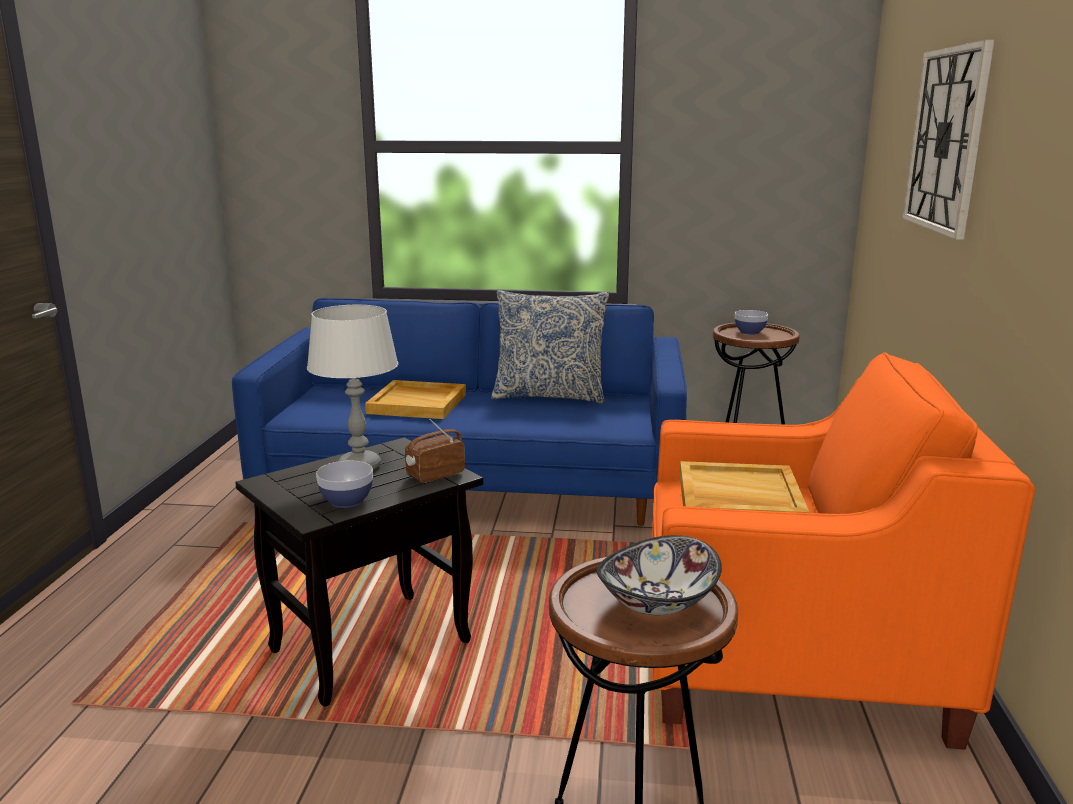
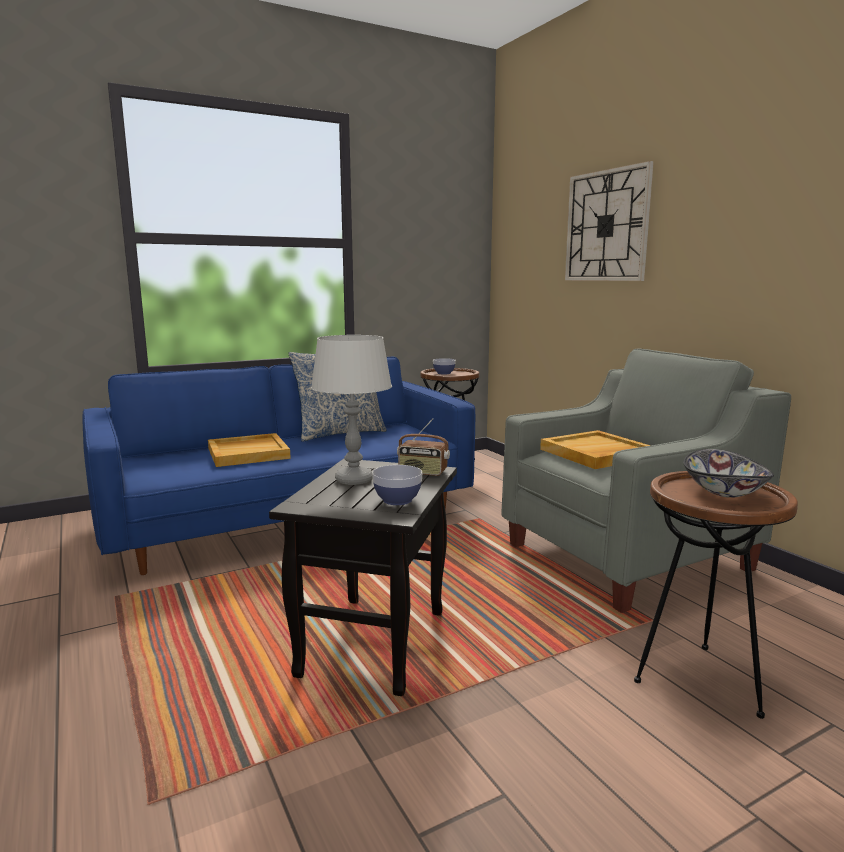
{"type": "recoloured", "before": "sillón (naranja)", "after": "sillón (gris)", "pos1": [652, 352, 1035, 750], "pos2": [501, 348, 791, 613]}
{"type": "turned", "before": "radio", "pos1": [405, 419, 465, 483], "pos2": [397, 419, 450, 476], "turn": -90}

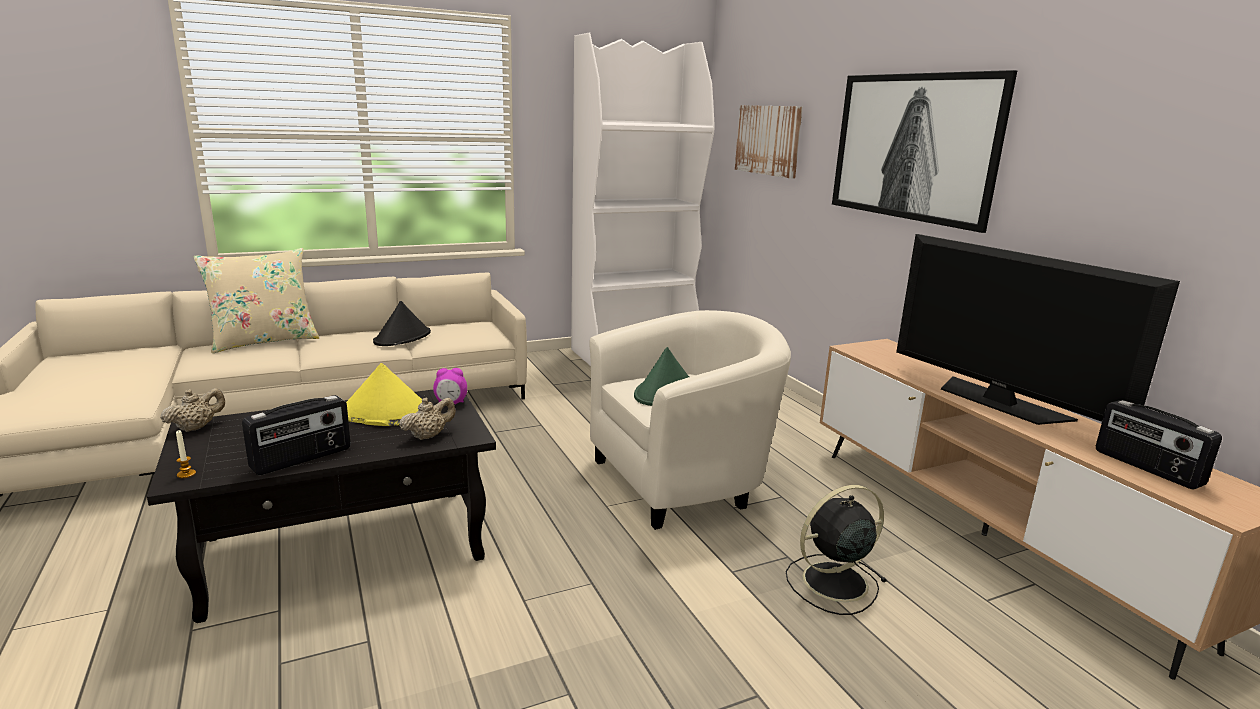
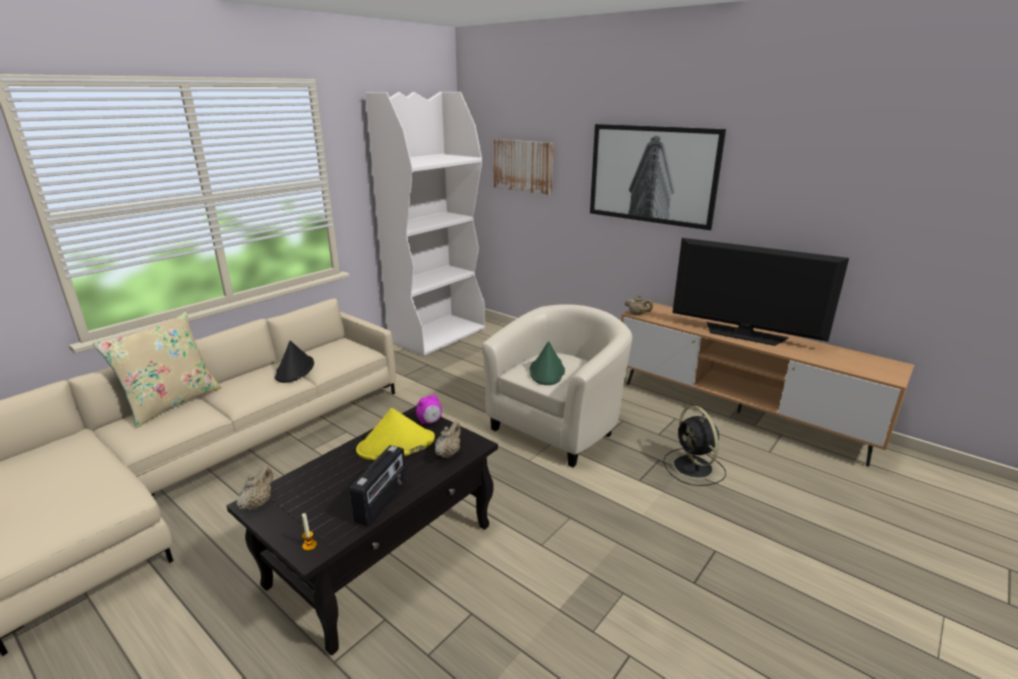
{"type": "removed", "before": "radio", "pos1": [1096, 400, 1222, 490]}
{"type": "added", "after": "tetera (beis)", "pos2": [625, 295, 653, 315]}
{"type": "turned", "before": "ventilador (negro)", "pos1": [786, 485, 886, 615], "pos2": [663, 405, 726, 486], "turn": -60}

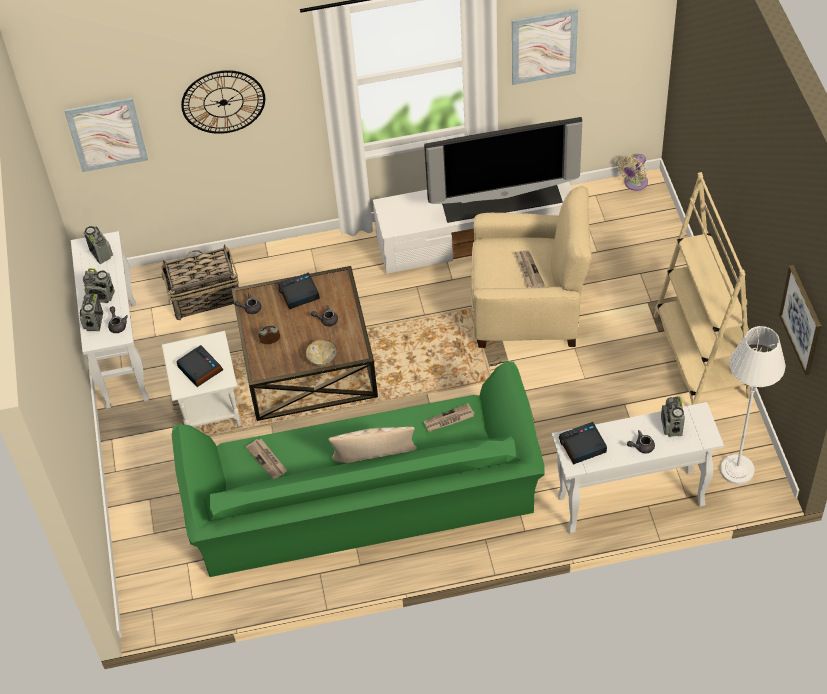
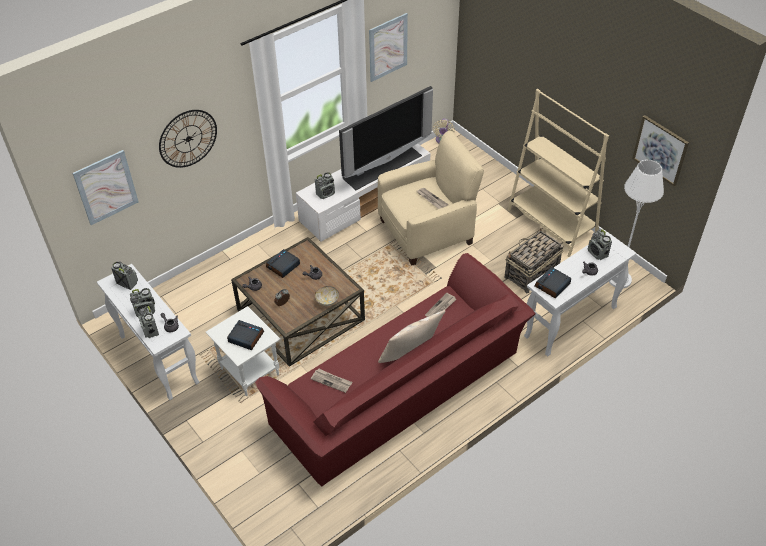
{"type": "added", "after": "radio", "pos2": [315, 172, 335, 199]}
{"type": "moved", "before": "cesta", "pos1": [161, 244, 239, 320], "pos2": [505, 228, 564, 293]}
{"type": "recoloured", "before": "sofá (verde)", "after": "sofá (rojo)", "pos1": [172, 361, 545, 577], "pos2": [255, 253, 535, 486]}

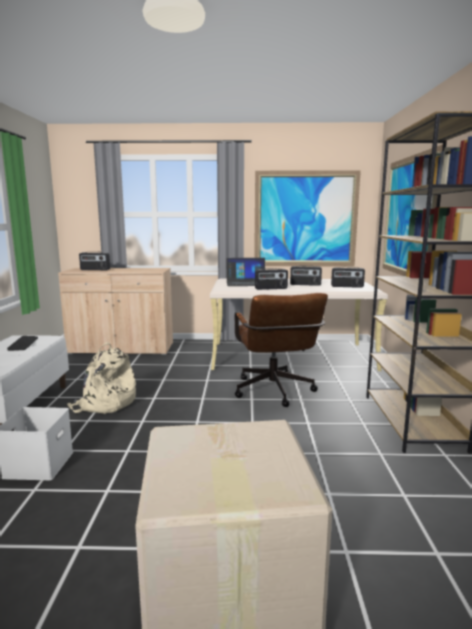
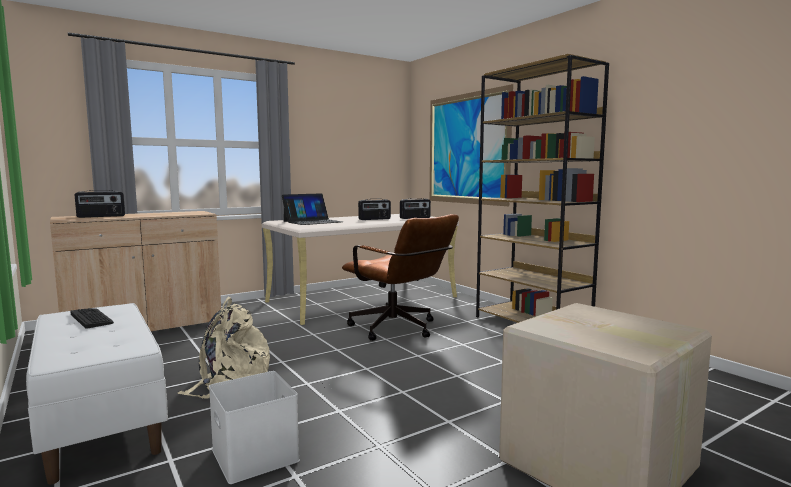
{"type": "removed", "before": "cuadro", "pos1": [254, 170, 361, 267]}
{"type": "removed", "before": "radio", "pos1": [255, 268, 288, 290]}

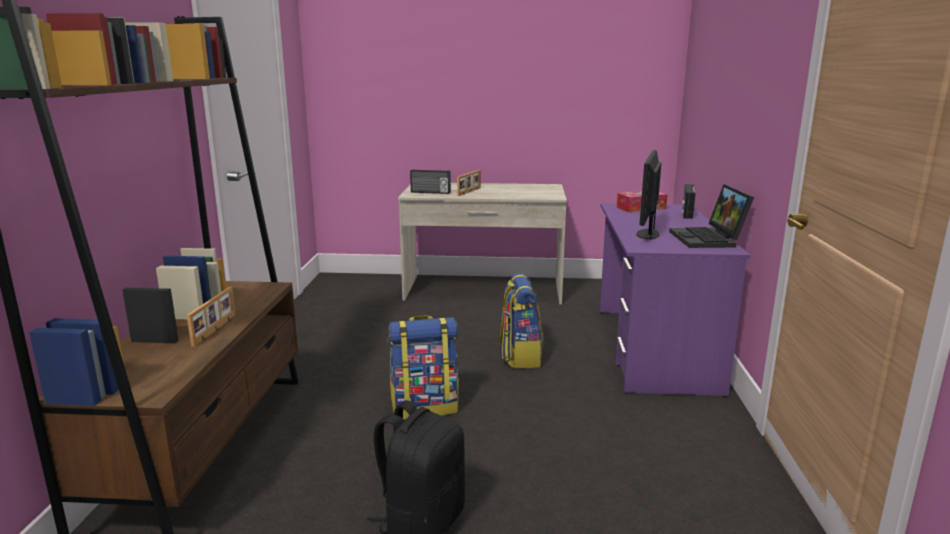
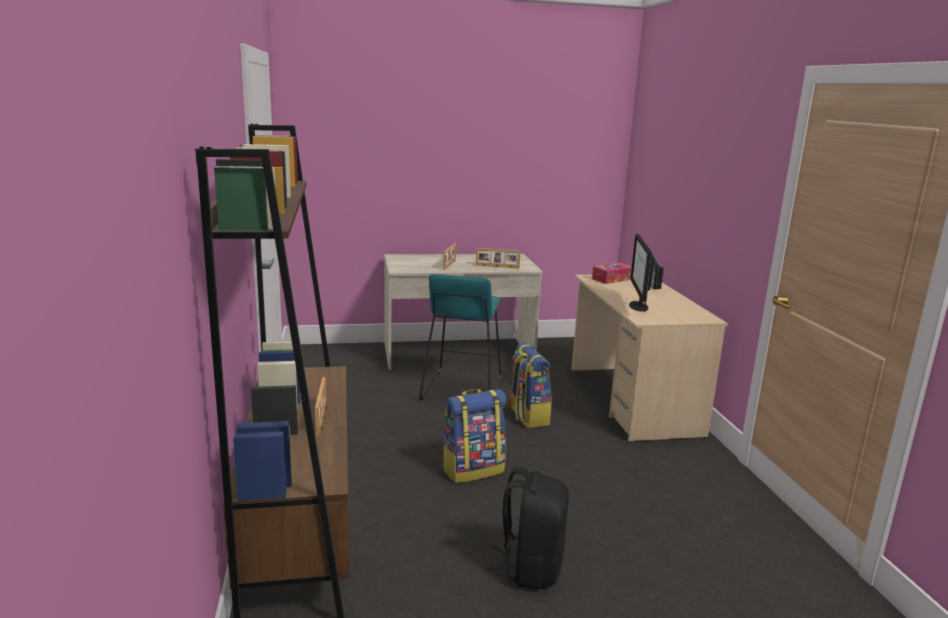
{"type": "removed", "before": "radio", "pos1": [410, 169, 451, 194]}
{"type": "removed", "before": "portátil", "pos1": [669, 184, 754, 248]}
{"type": "added", "after": "taburete (turquesa)", "pos2": [419, 274, 502, 400]}
{"type": "added", "after": "portarretratos", "pos2": [476, 248, 520, 268]}
{"type": "recoloured", "before": "escritorio (morado)", "after": "escritorio (beis)", "pos1": [600, 203, 750, 397], "pos2": [572, 275, 728, 442]}

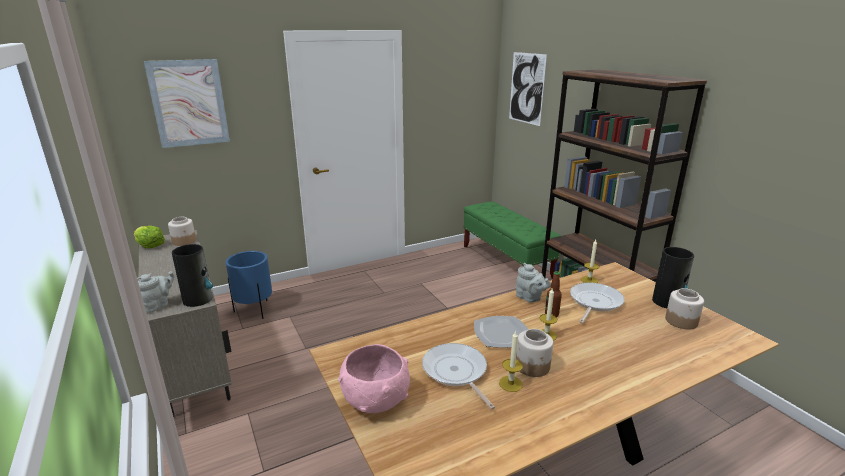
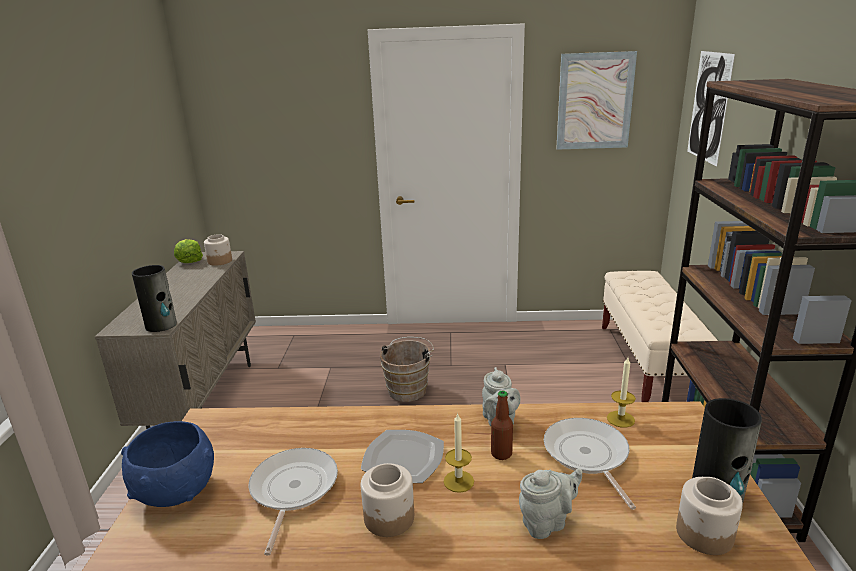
{"type": "removed", "before": "maceta (azul)", "pos1": [226, 251, 272, 319]}
{"type": "removed", "before": "vela", "pos1": [499, 331, 523, 392]}
{"type": "added", "after": "cubo (marrón)", "pos2": [380, 337, 434, 402]}
{"type": "moved", "before": "tetera (gris)", "pos1": [137, 271, 174, 313], "pos2": [519, 468, 582, 539]}
{"type": "moved", "before": "cuadro", "pos1": [144, 59, 230, 148], "pos2": [556, 51, 637, 150]}
{"type": "recoloured", "before": "cuenco (rosa)", "after": "cuenco (azul)", "pos1": [338, 344, 410, 413], "pos2": [121, 421, 214, 507]}
{"type": "recoloured", "before": "banco (verde)", "after": "banco (beis)", "pos1": [463, 202, 561, 279], "pos2": [602, 271, 718, 402]}
{"type": "turned", "before": "sartén", "pos1": [570, 282, 625, 324], "pos2": [544, 418, 636, 510], "turn": -75}

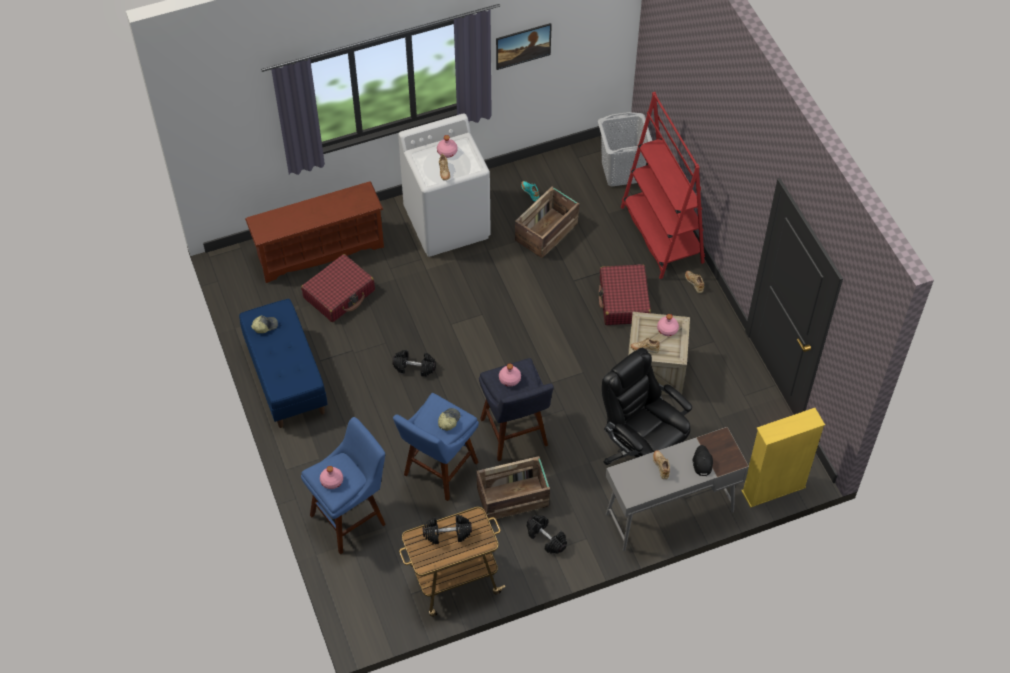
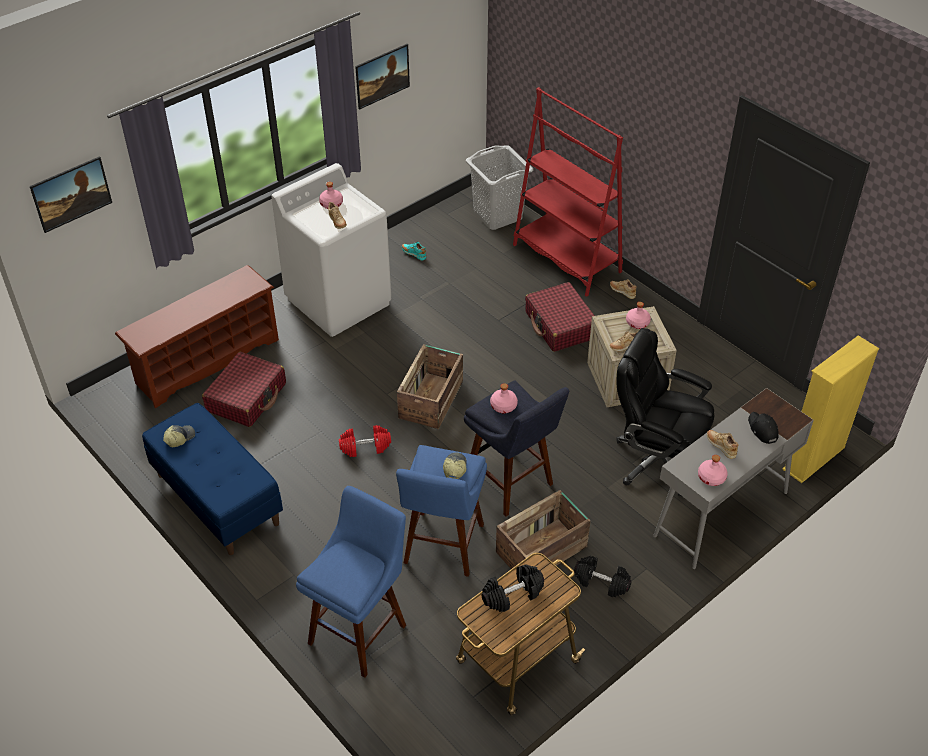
{"type": "added", "after": "cuadro", "pos2": [30, 156, 112, 233]}
{"type": "moved", "before": "botella (rosa)", "pos1": [320, 466, 343, 489], "pos2": [698, 455, 728, 486]}
{"type": "moved", "before": "caja de embalaje", "pos1": [515, 187, 579, 258], "pos2": [397, 344, 463, 429]}
{"type": "recoloured", "before": "mancuerna (negro)", "after": "mancuerna (rojo)", "pos1": [392, 350, 436, 377], "pos2": [339, 425, 391, 457]}

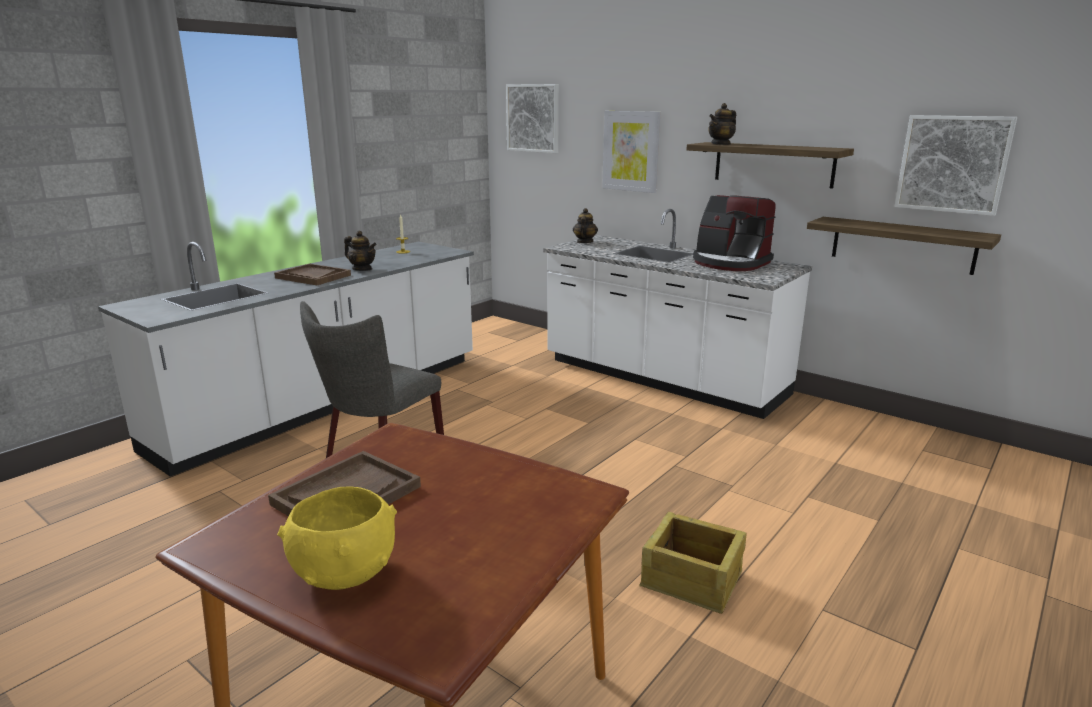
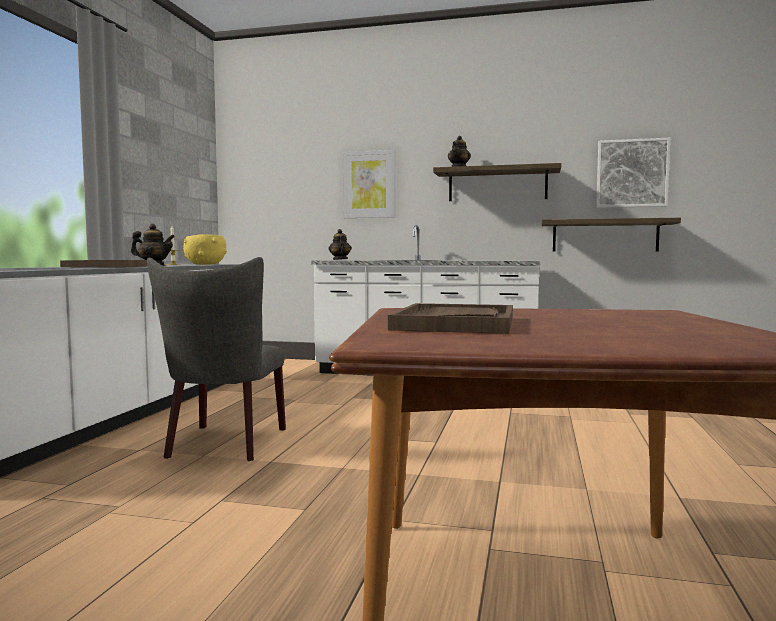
{"type": "removed", "before": "cuadro", "pos1": [506, 84, 559, 153]}
{"type": "removed", "before": "caja de embalaje", "pos1": [639, 512, 746, 614]}
{"type": "removed", "before": "cafetera", "pos1": [693, 195, 776, 271]}
{"type": "moved", "before": "cuenco (amarillo)", "pos1": [277, 486, 397, 590], "pos2": [183, 234, 227, 265]}

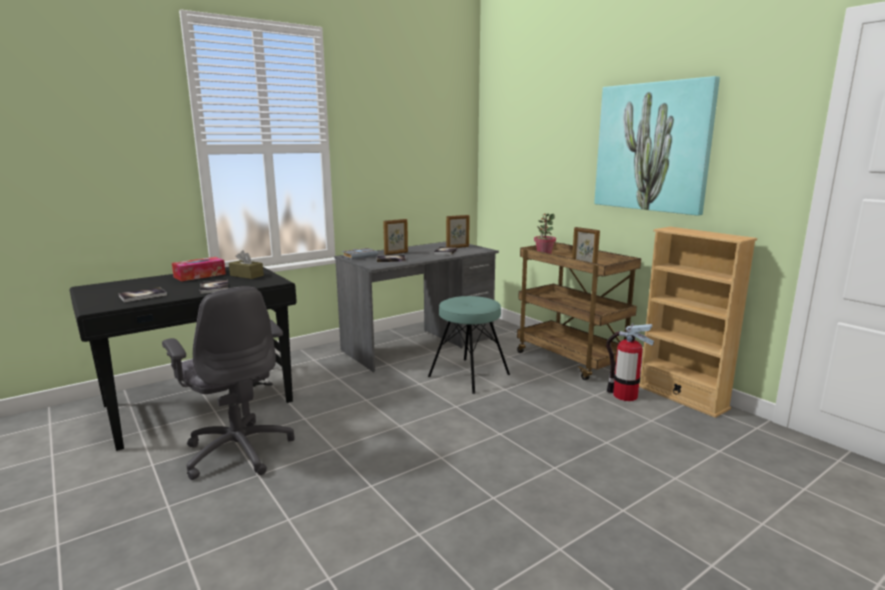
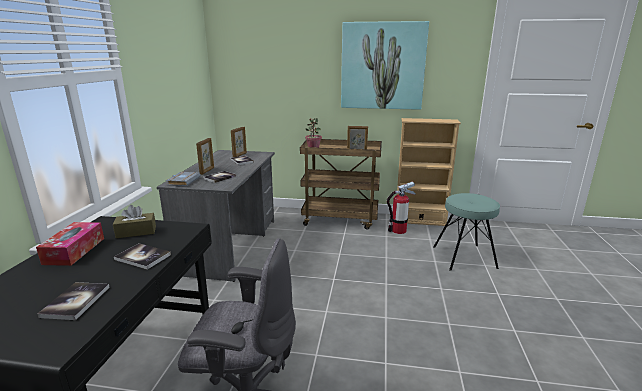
{"type": "moved", "before": "taburete (turquesa)", "pos1": [428, 296, 510, 394], "pos2": [433, 193, 500, 271]}

